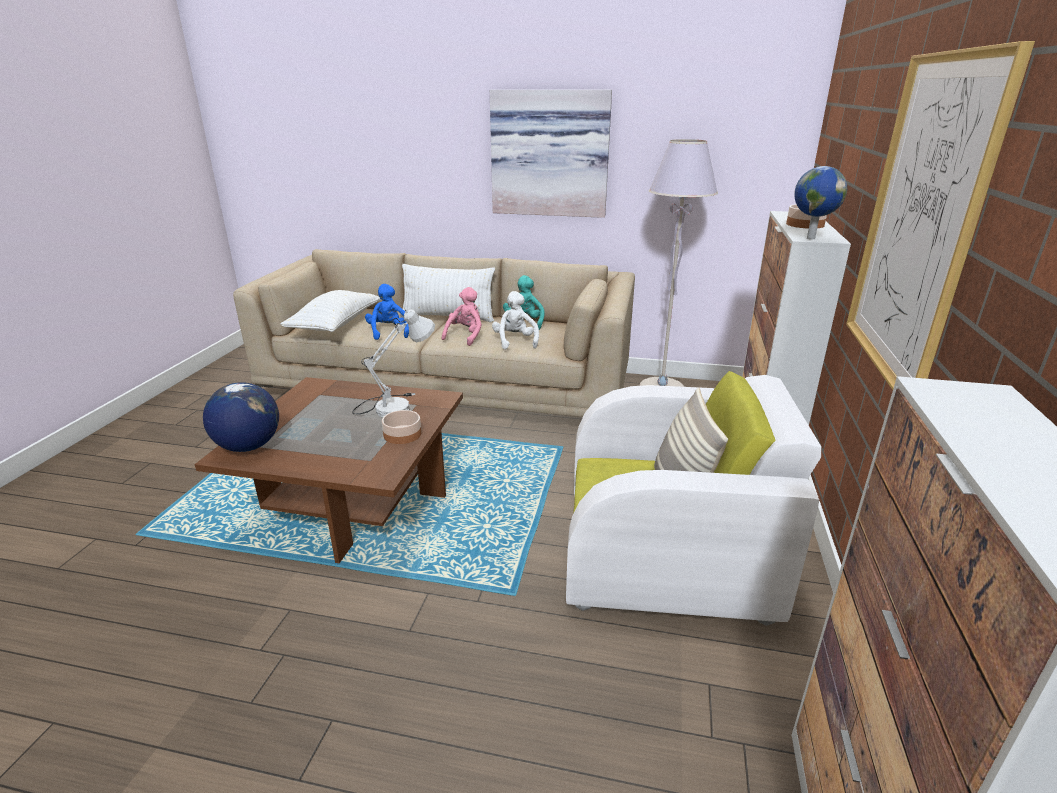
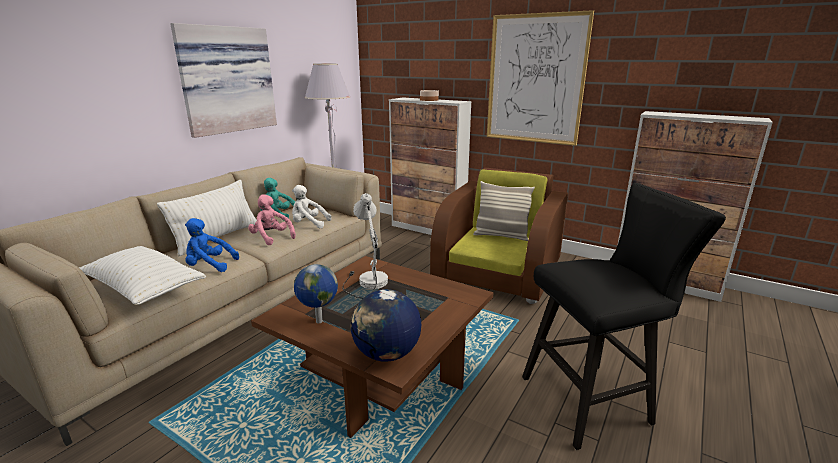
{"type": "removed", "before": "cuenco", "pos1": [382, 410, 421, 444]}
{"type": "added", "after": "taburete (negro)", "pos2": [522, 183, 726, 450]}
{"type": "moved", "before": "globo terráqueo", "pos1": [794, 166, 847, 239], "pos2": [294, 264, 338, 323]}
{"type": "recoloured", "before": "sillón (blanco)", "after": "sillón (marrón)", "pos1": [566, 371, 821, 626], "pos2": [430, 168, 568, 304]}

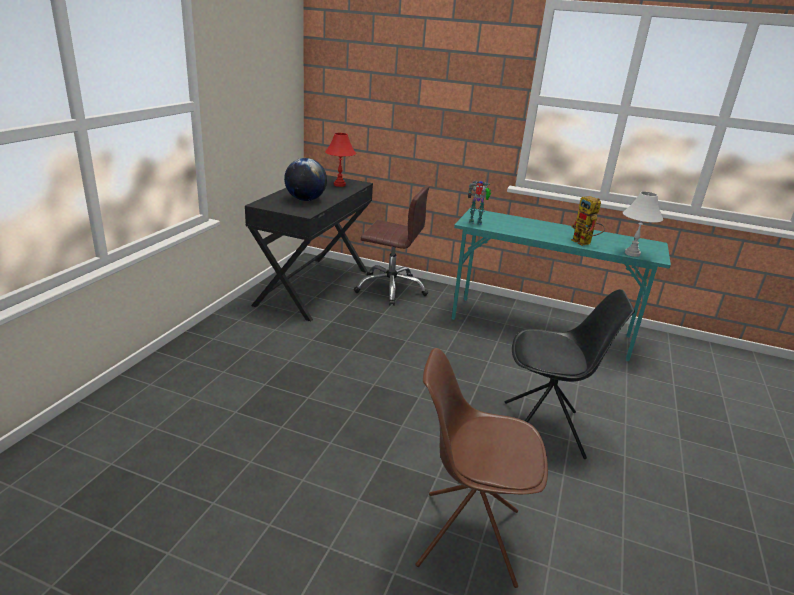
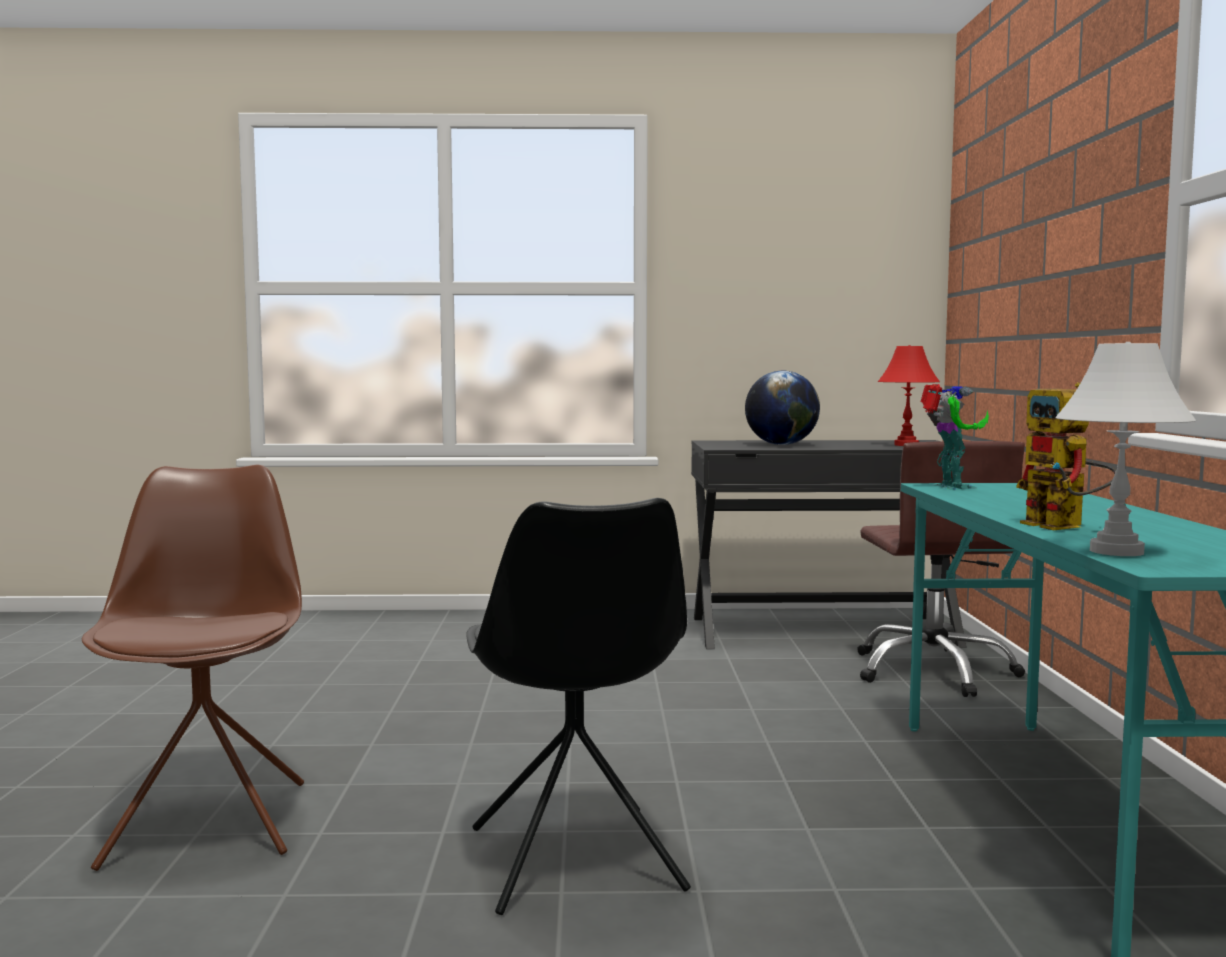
{"type": "turned", "before": "robot de juguete", "pos1": [571, 196, 605, 246], "pos2": [1016, 382, 1116, 530], "turn": -60}

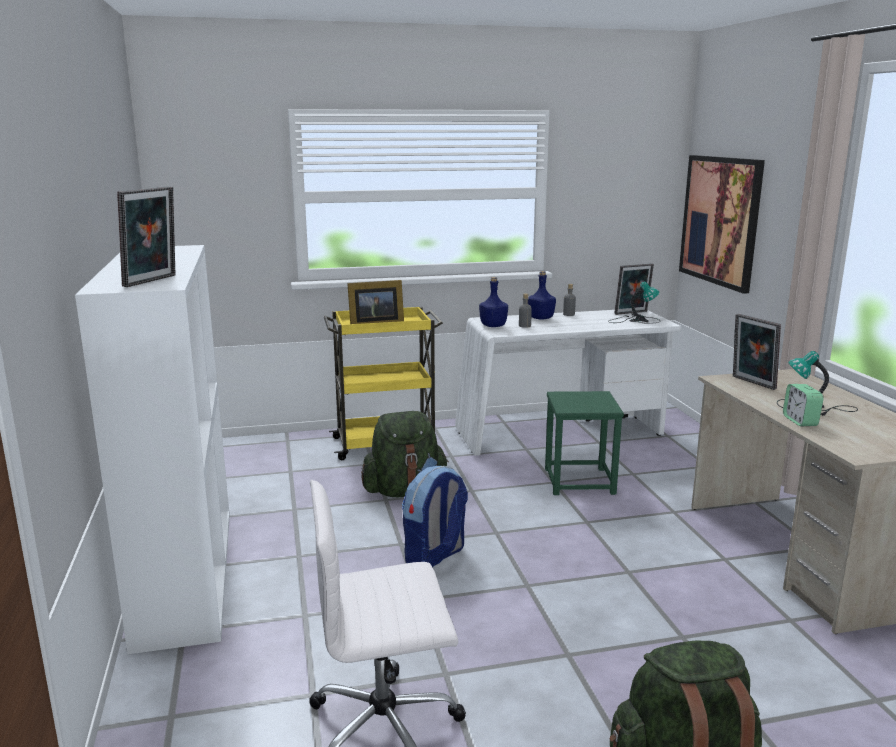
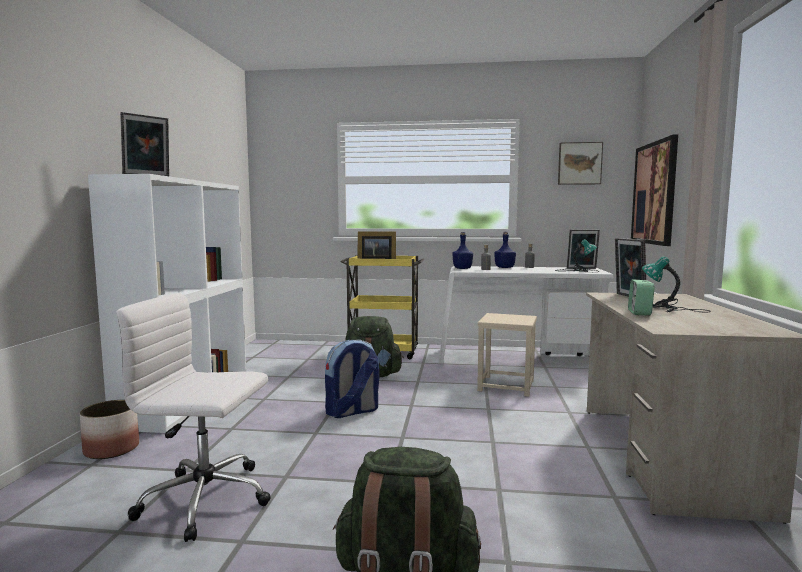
{"type": "added", "after": "maceta", "pos2": [80, 400, 139, 459]}
{"type": "added", "after": "cuadro", "pos2": [558, 142, 603, 185]}
{"type": "recoloured", "before": "taburete (verde)", "after": "taburete (beis)", "pos1": [545, 391, 624, 495], "pos2": [477, 313, 537, 397]}

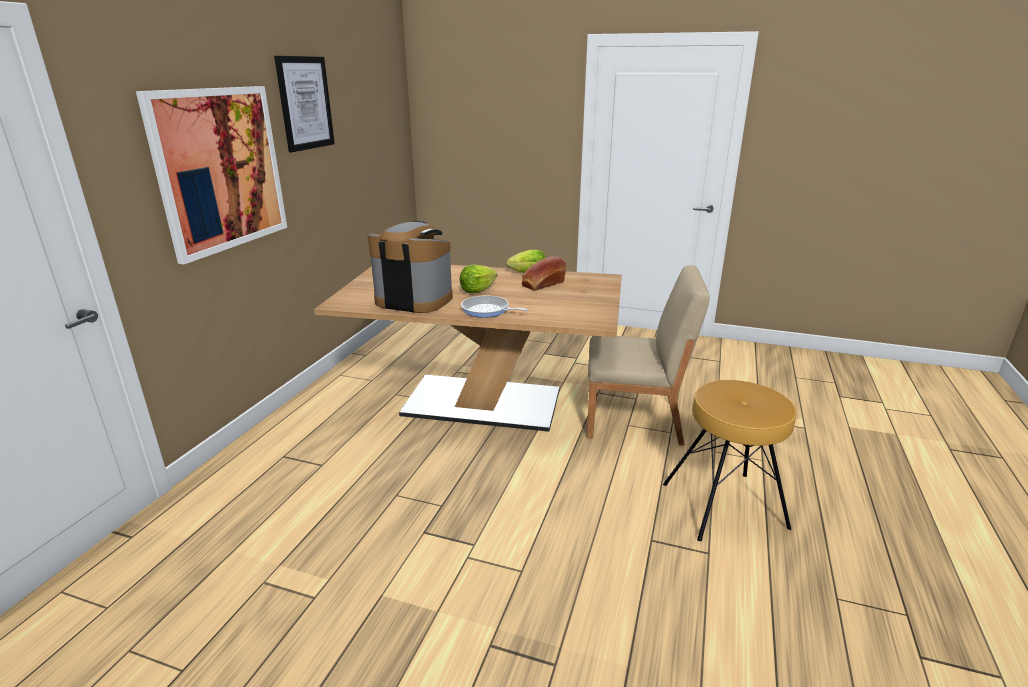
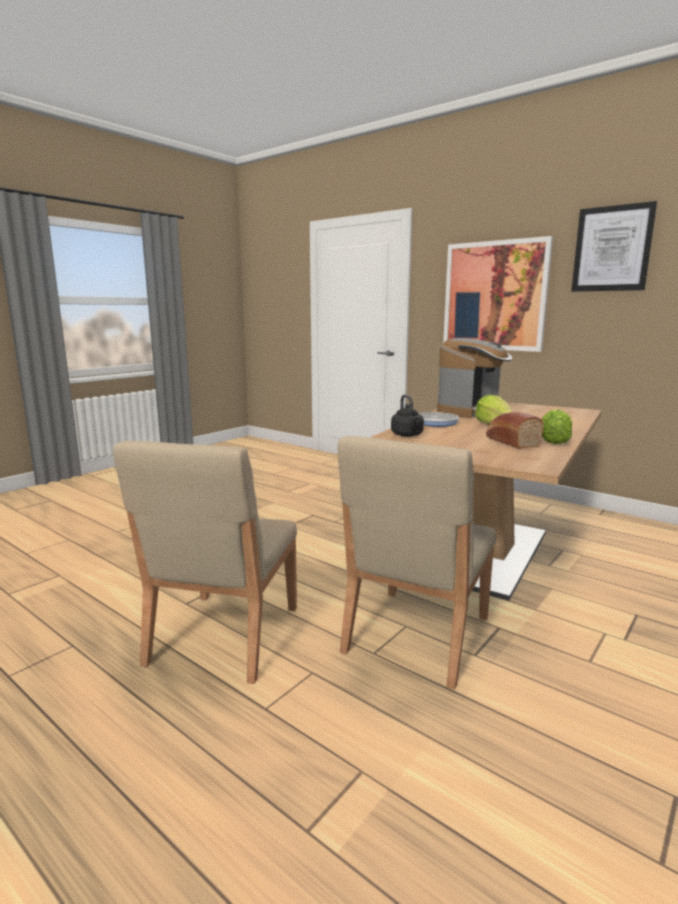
{"type": "added", "after": "hervidor (negro)", "pos2": [391, 394, 424, 437]}
{"type": "replaced", "before": "taburete (marrón)", "after": "silla (beis)", "pos1": [663, 380, 797, 541], "pos2": [113, 441, 297, 684]}

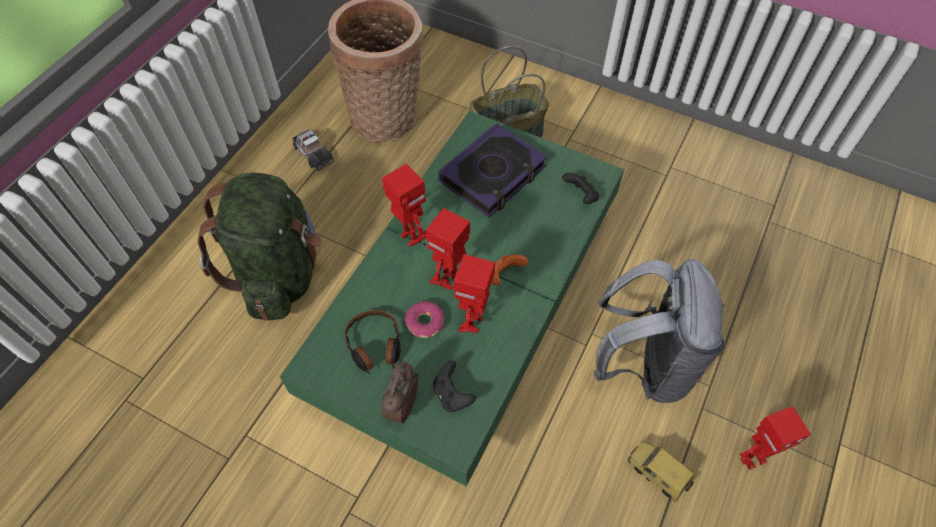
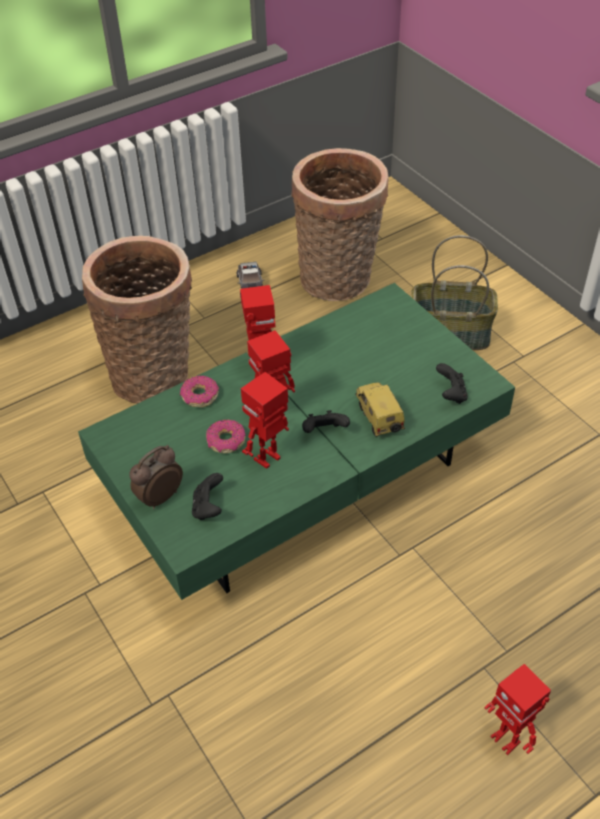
{"type": "removed", "before": "auriculares", "pos1": [345, 310, 401, 375]}
{"type": "removed", "before": "libro", "pos1": [438, 123, 547, 217]}
{"type": "removed", "before": "mochila (gris)", "pos1": [593, 259, 725, 403]}
{"type": "added", "after": "rosquilla", "pos2": [180, 376, 219, 407]}
{"type": "moved", "before": "coche de juguete", "pos1": [628, 441, 694, 502], "pos2": [356, 382, 405, 437]}
{"type": "replaced", "before": "mochila (verde)", "after": "cesta", "pos1": [198, 172, 322, 321], "pos2": [82, 236, 192, 404]}
{"type": "recoloured", "before": "mando de consola (naranja)", "after": "mando de consola (negro)", "pos1": [491, 255, 528, 286], "pos2": [302, 410, 350, 433]}
{"type": "turned", "before": "robot de juguete", "pos1": [740, 406, 811, 470], "pos2": [485, 664, 551, 755], "turn": 45}

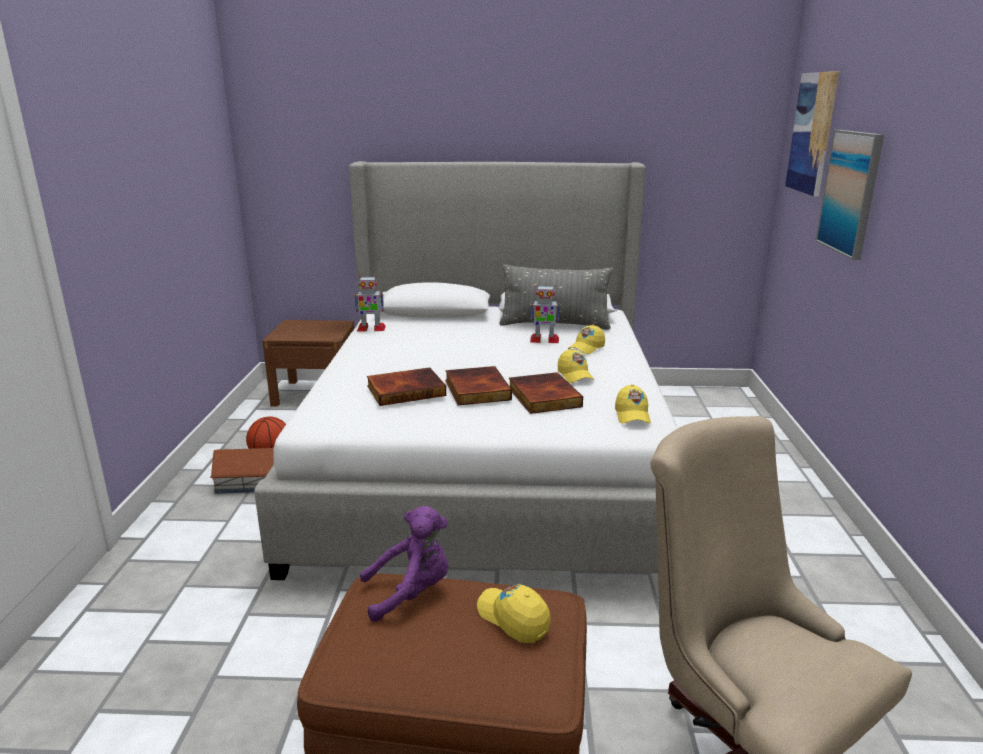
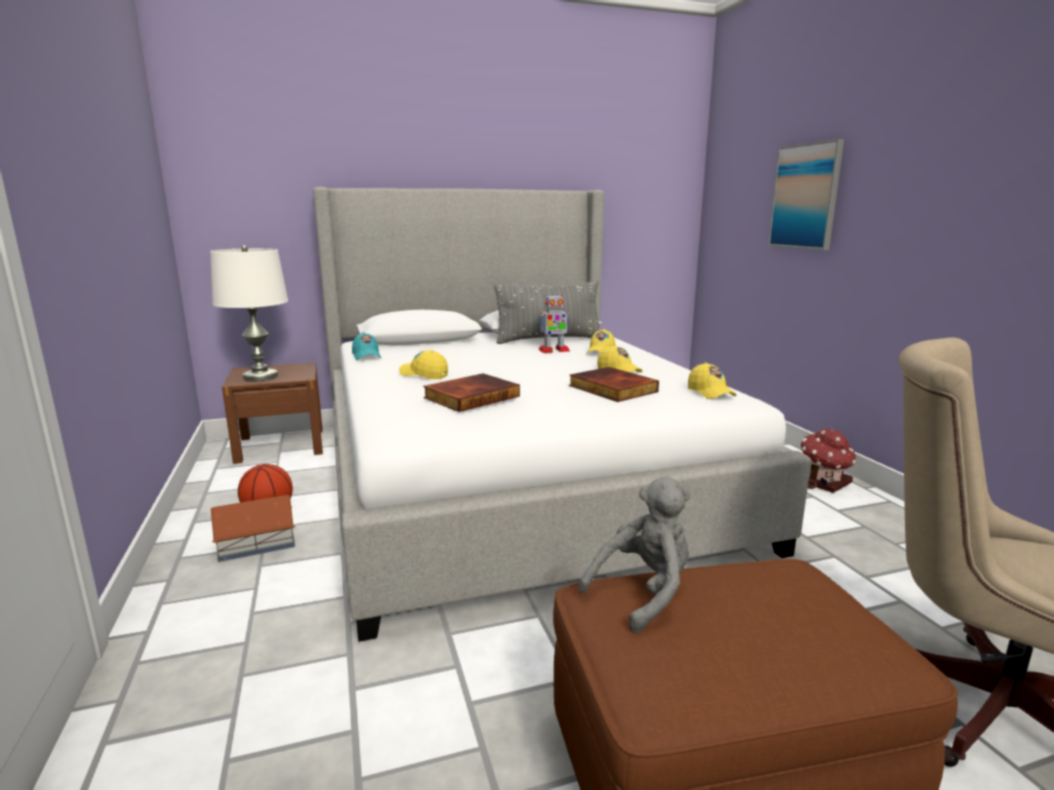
{"type": "removed", "before": "libro", "pos1": [445, 366, 512, 405]}
{"type": "removed", "before": "cuadro", "pos1": [785, 71, 839, 197]}
{"type": "added", "after": "lámpara de mesa (blanco)", "pos2": [210, 245, 288, 381]}
{"type": "added", "after": "casita", "pos2": [801, 428, 856, 493]}
{"type": "moved", "before": "gorra (amarillo)", "pos1": [477, 584, 551, 643], "pos2": [399, 350, 448, 379]}
{"type": "replaced", "before": "robot de juguete", "after": "gorra (turquesa)", "pos1": [354, 276, 386, 331], "pos2": [352, 332, 381, 360]}
{"type": "recoloured", "before": "peluche (morado)", "after": "peluche (gris)", "pos1": [360, 506, 449, 622], "pos2": [578, 477, 691, 633]}

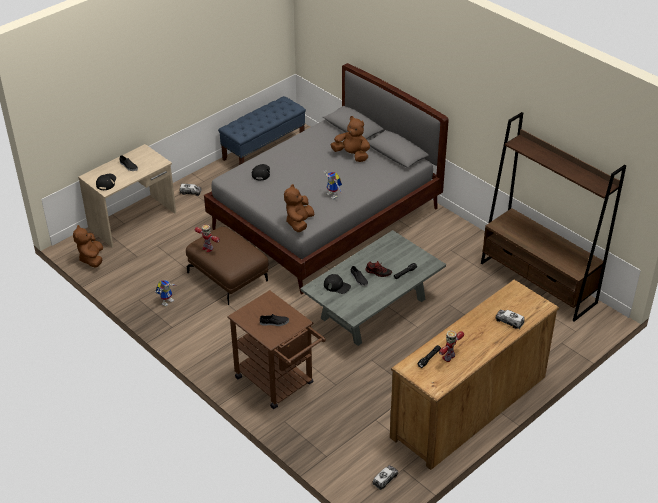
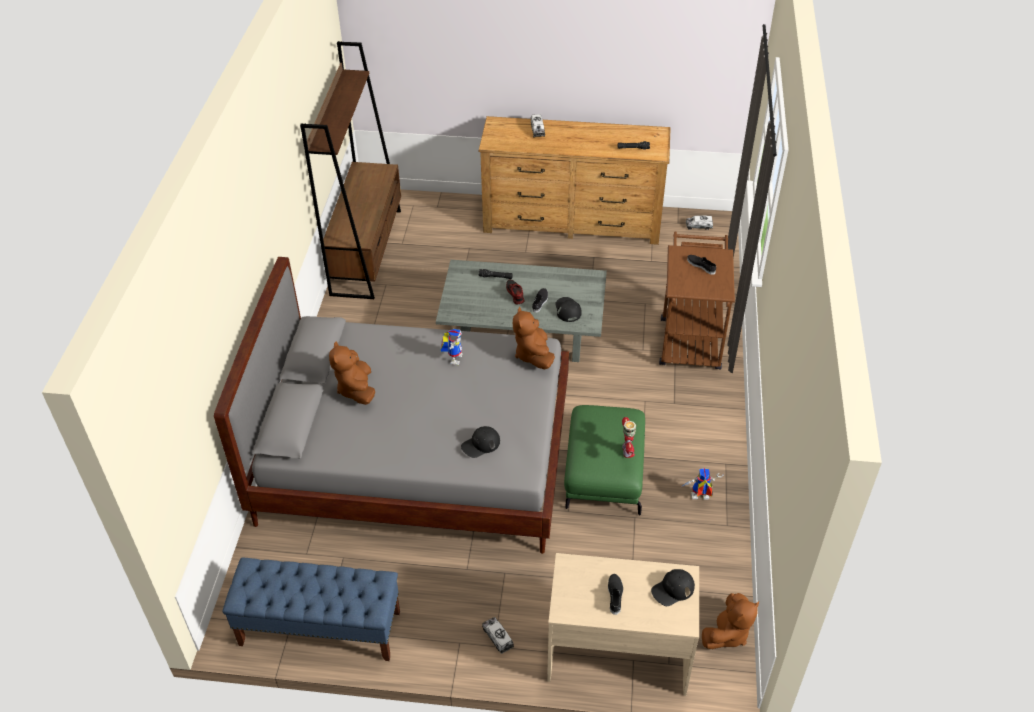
{"type": "removed", "before": "robot de juguete", "pos1": [439, 331, 464, 362]}
{"type": "recoloured", "before": "puf (marrón)", "after": "puf (verde)", "pos1": [186, 227, 269, 305], "pos2": [564, 405, 645, 515]}
{"type": "turned", "before": "peluche (marrón)", "pos1": [284, 184, 314, 232], "pos2": [513, 307, 555, 369], "turn": 105}

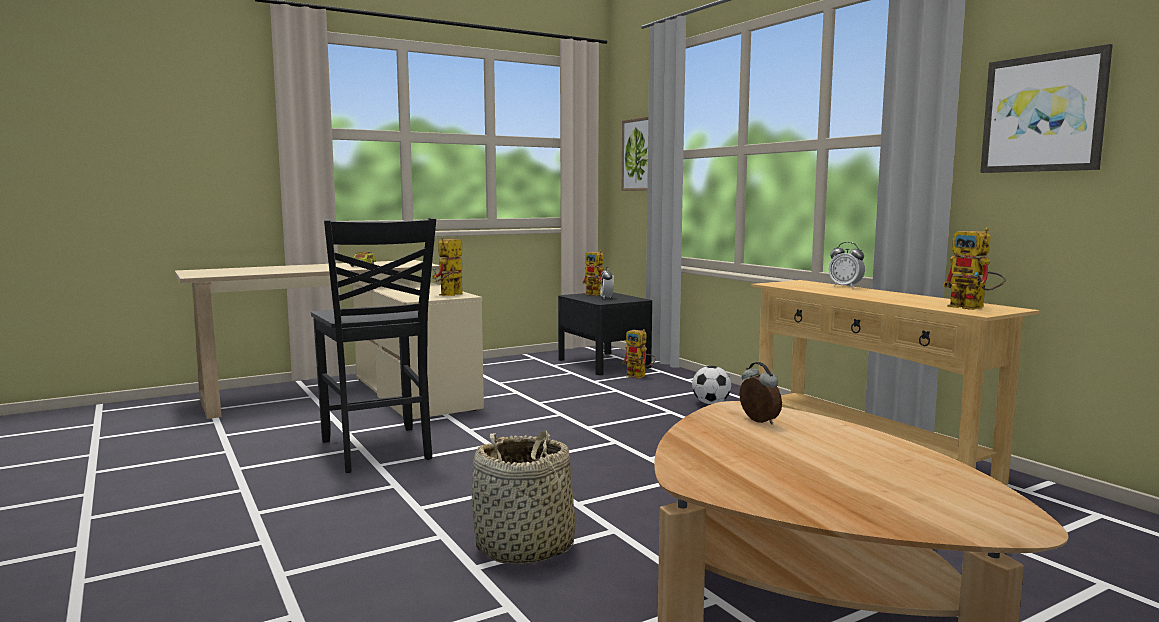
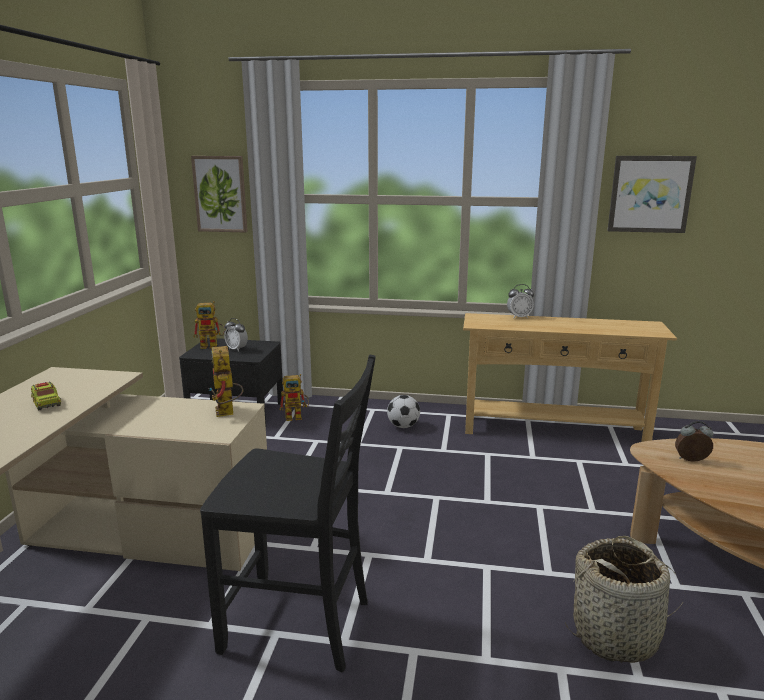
{"type": "removed", "before": "robot de juguete", "pos1": [943, 228, 1006, 310]}

